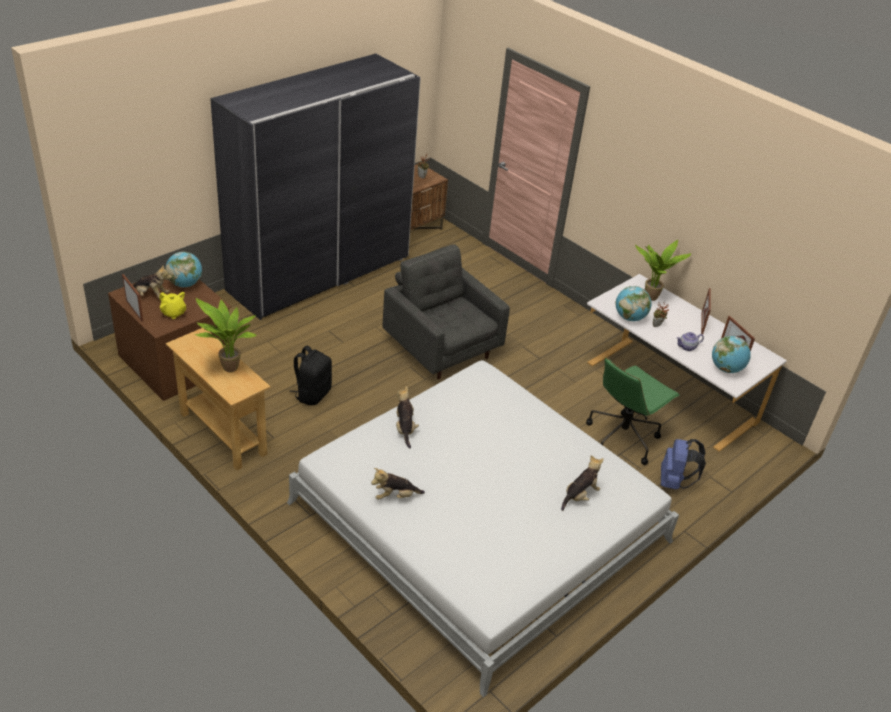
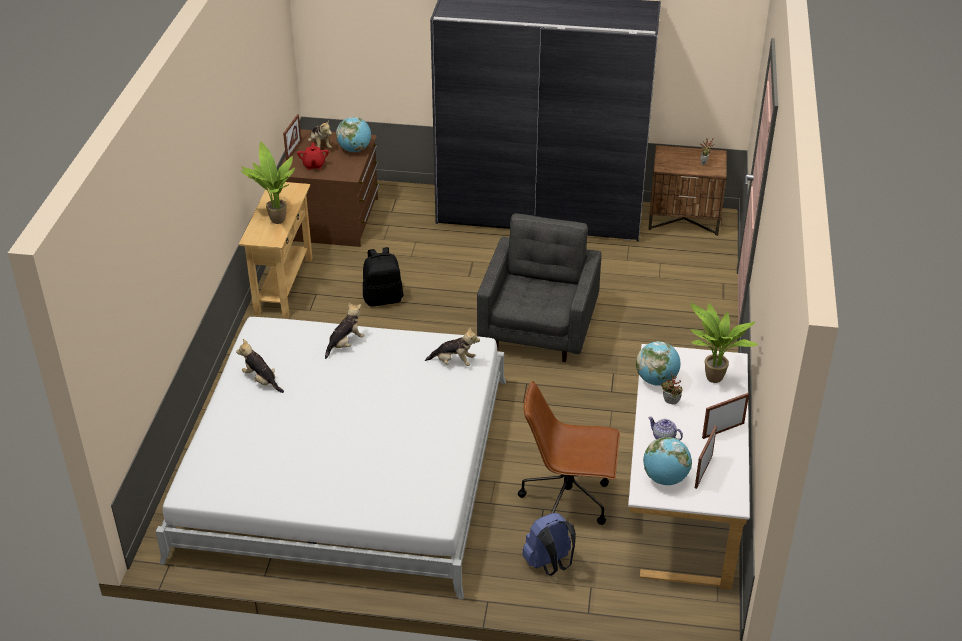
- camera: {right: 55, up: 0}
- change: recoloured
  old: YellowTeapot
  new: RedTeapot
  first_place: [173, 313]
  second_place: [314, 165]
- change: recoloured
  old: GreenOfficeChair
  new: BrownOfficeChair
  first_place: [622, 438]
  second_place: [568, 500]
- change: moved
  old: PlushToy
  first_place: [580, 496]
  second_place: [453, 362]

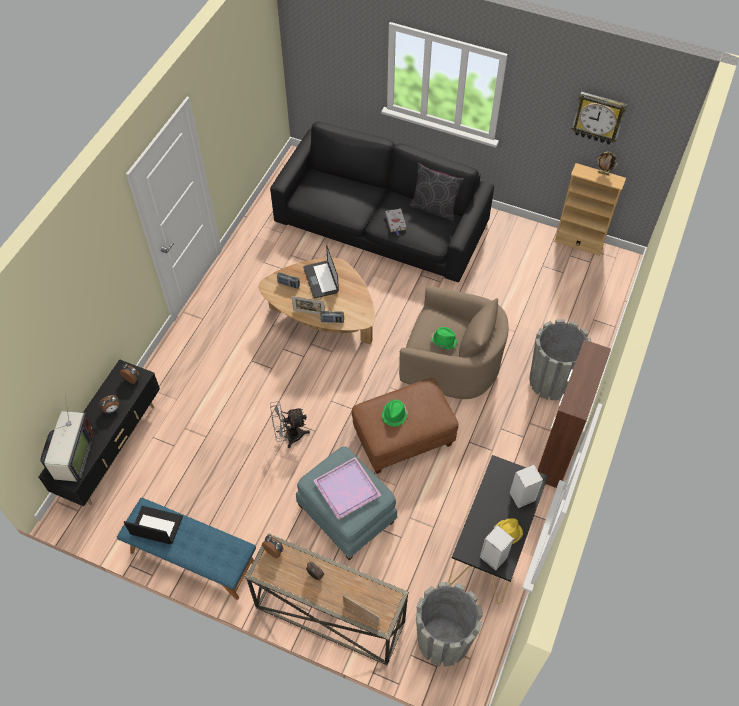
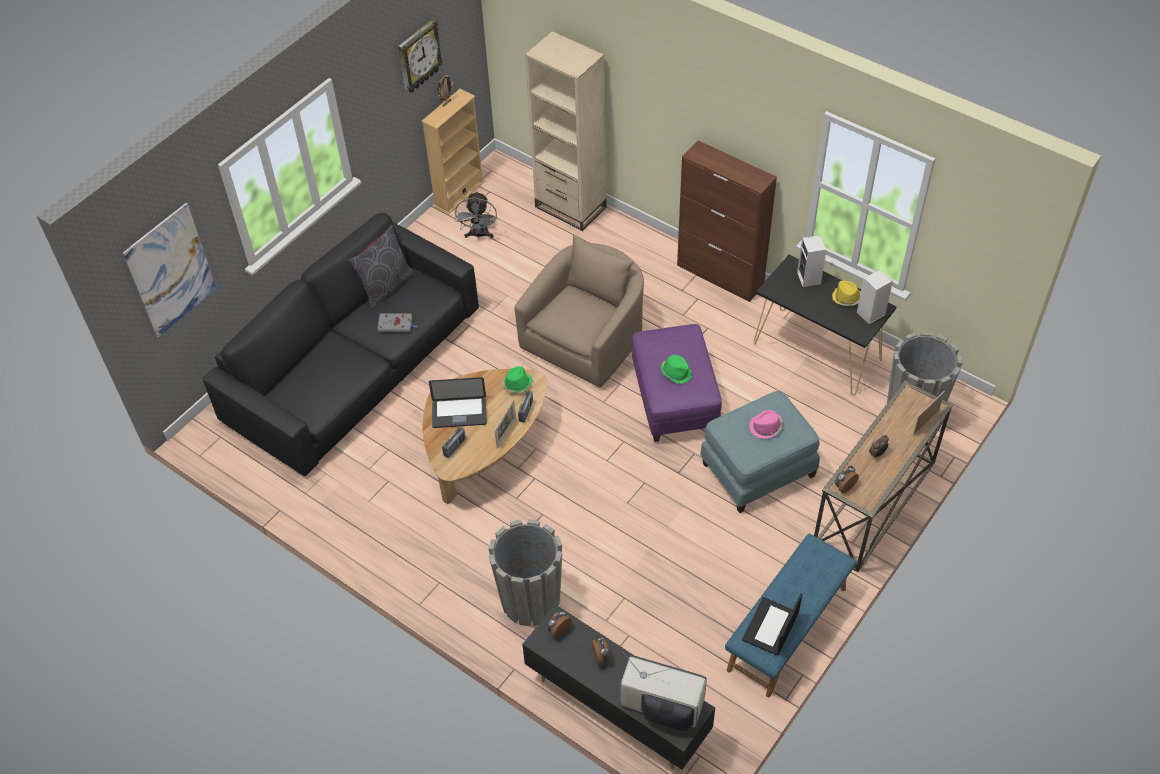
- camera: {right: -75, up: -5}
- change: moved
  old: GreyPlanter
  first_place: [551, 381]
  second_place: [530, 600]
- change: moved
  old: GreenHat
  first_place: [444, 340]
  second_place: [517, 384]
- change: recoloured
  old: BrownOttoman
  new: PurpleOttoman
  first_place: [403, 437]
  second_place: [673, 400]
- change: moved
  old: GreyFan
  first_place: [289, 436]
  second_place: [479, 235]
- change: replaced
  old: PurpleTray
  new: PinkHat
  first_place: [346, 490]
  second_place: [765, 427]
- change: added
  new: BeigeBookcase
  second_place: [570, 207]
- change: added
  new: Picture
  second_place: [171, 270]

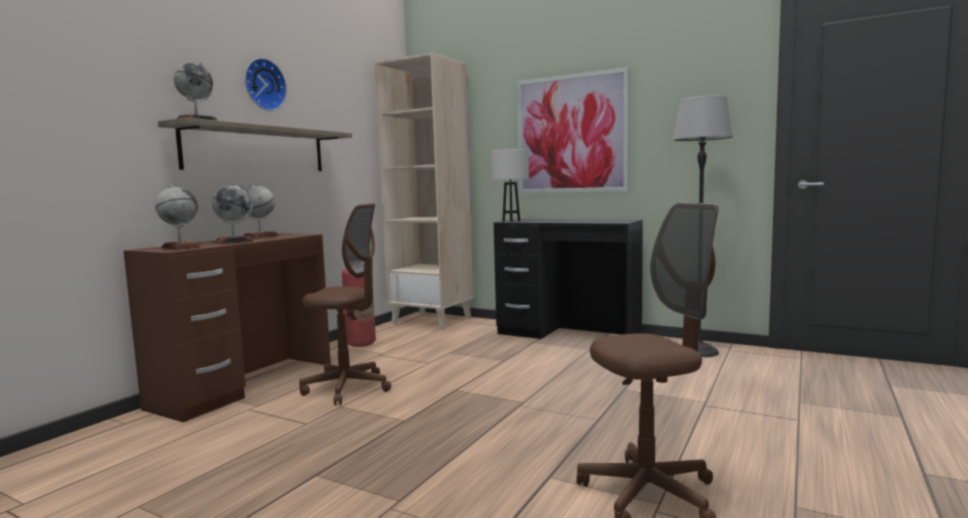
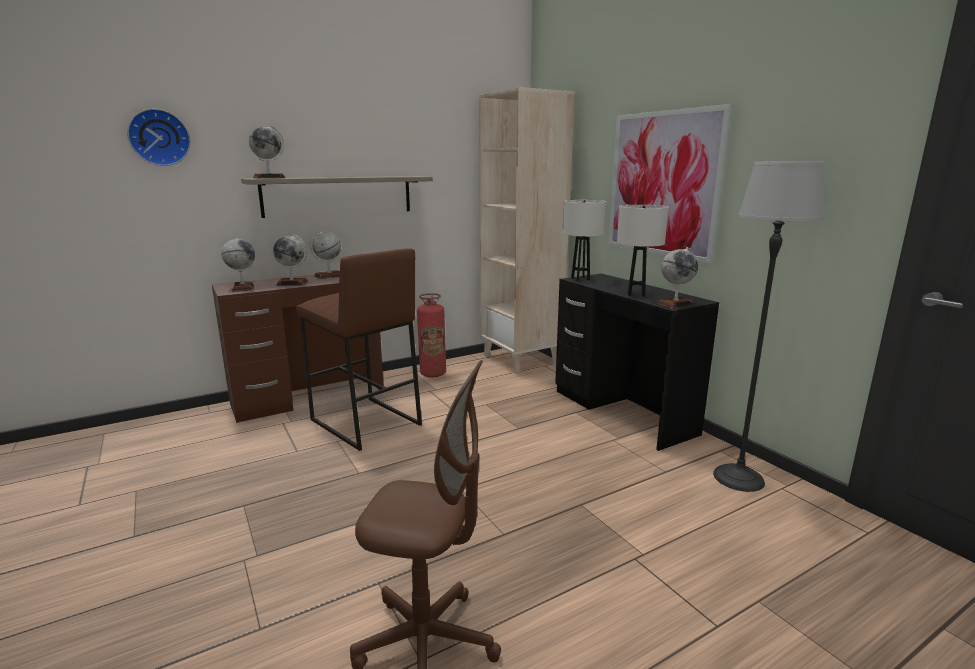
- camera: {right: 30, up: 10}
- change: moved
  old: WallClock
  first_place: [263, 85]
  second_place: [159, 137]
- change: replaced
  old: BrownOfficeChair
  new: BrownStool
  first_place: [347, 388]
  second_place: [364, 422]
- change: added
  new: WhiteTableLamp
  second_place: [636, 294]
- change: added
  new: Globe
  second_place: [675, 304]

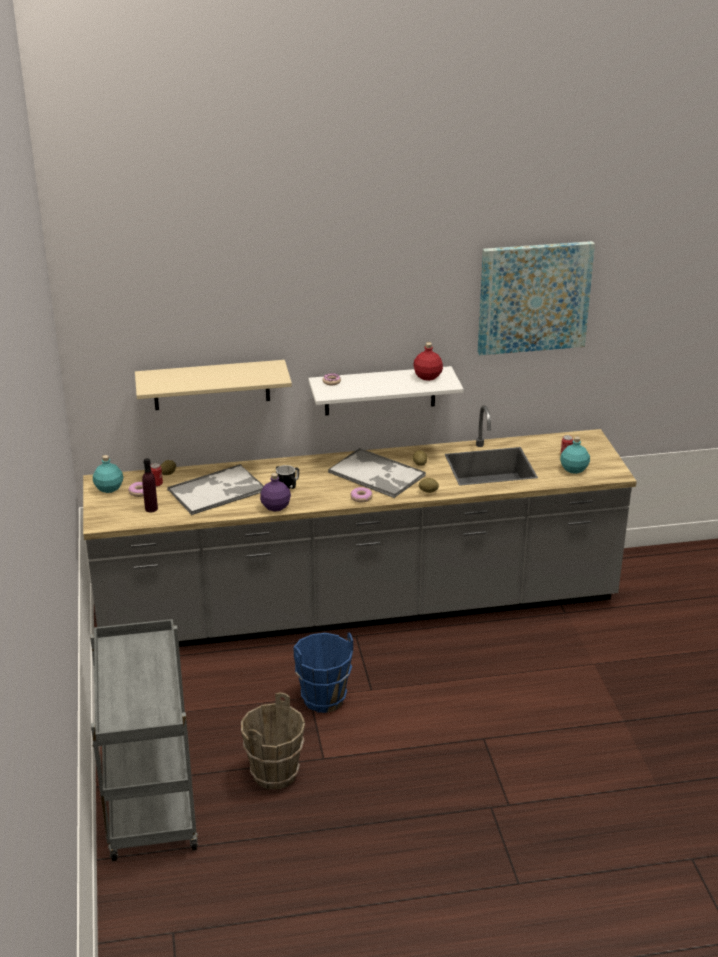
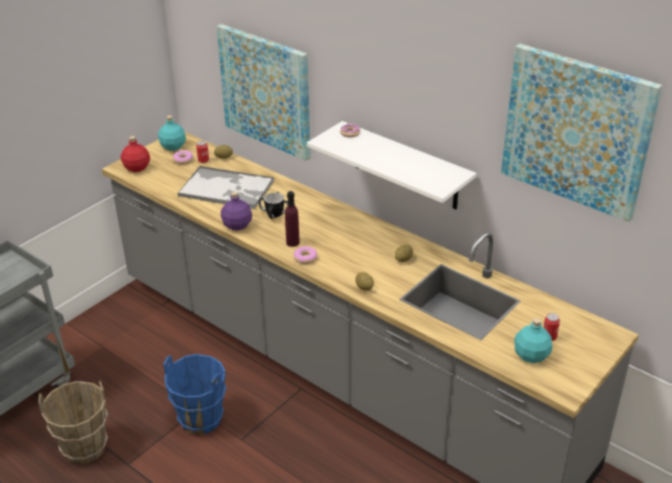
- camera: {right: 50, up: 5}
- change: moved
  old: RedBottle
  first_place: [428, 377]
  second_place: [136, 168]
- change: replaced
  old: BeigeShelf
  new: Picture
  first_place: [211, 385]
  second_place: [266, 91]
- change: removed
  old: Tray
  first_place: [377, 474]
- change: moved
  old: PurpleBottle
  first_place: [151, 509]
  second_place: [292, 242]

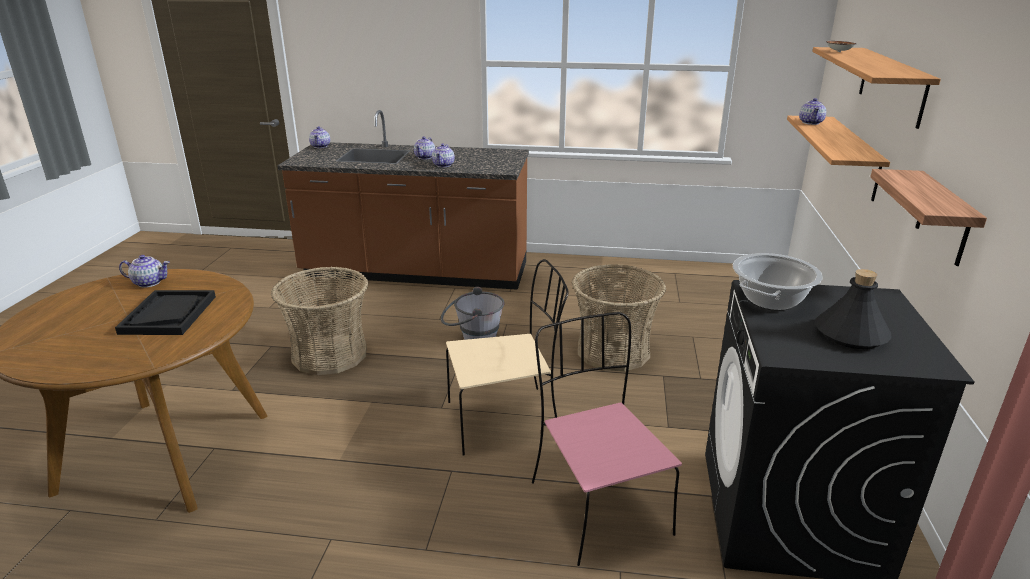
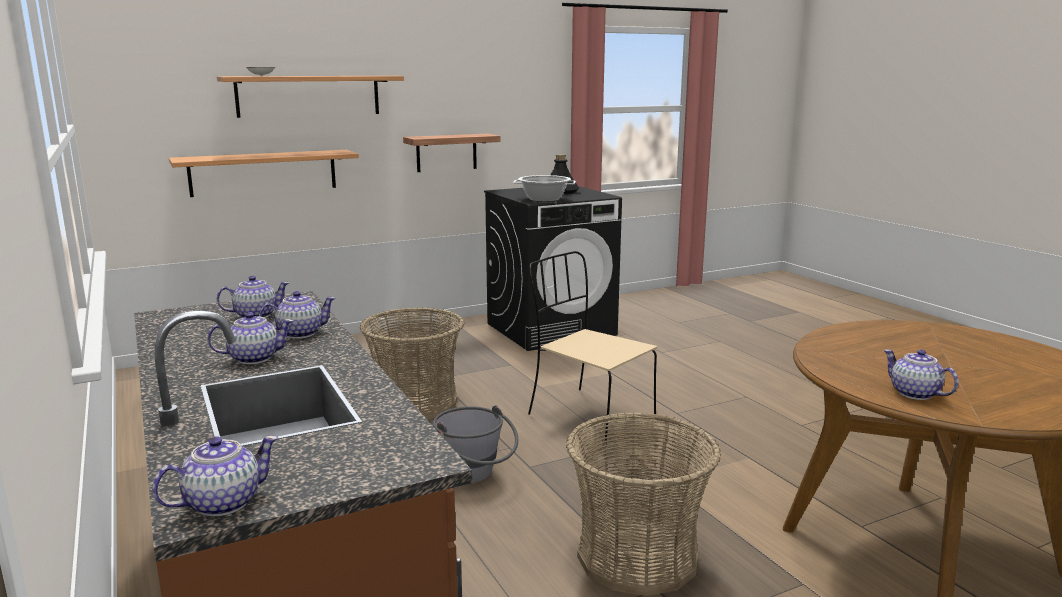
- camera: {right: -125, up: -10}
- change: moved
  old: Teapot
  first_place: [811, 122]
  second_place: [255, 315]
- change: removed
  old: BlackTray
  first_place: [168, 314]
- change: removed
  old: PinkChair
  first_place: [597, 505]

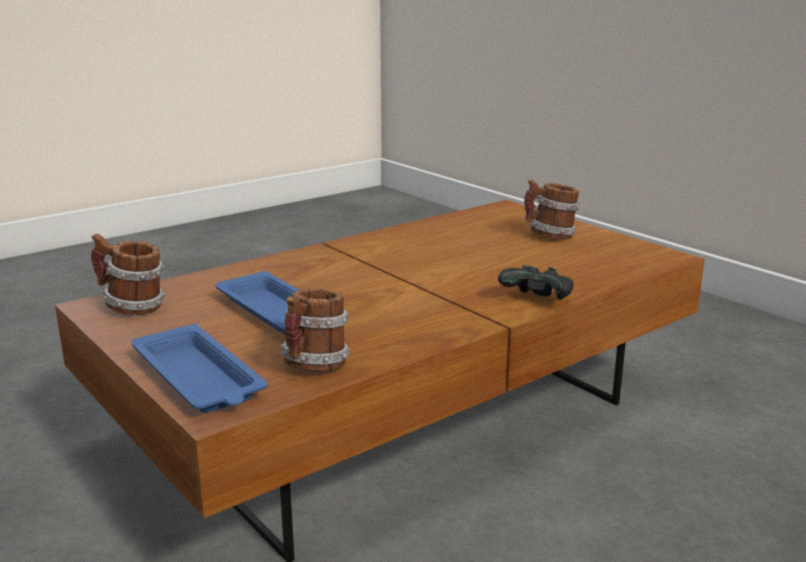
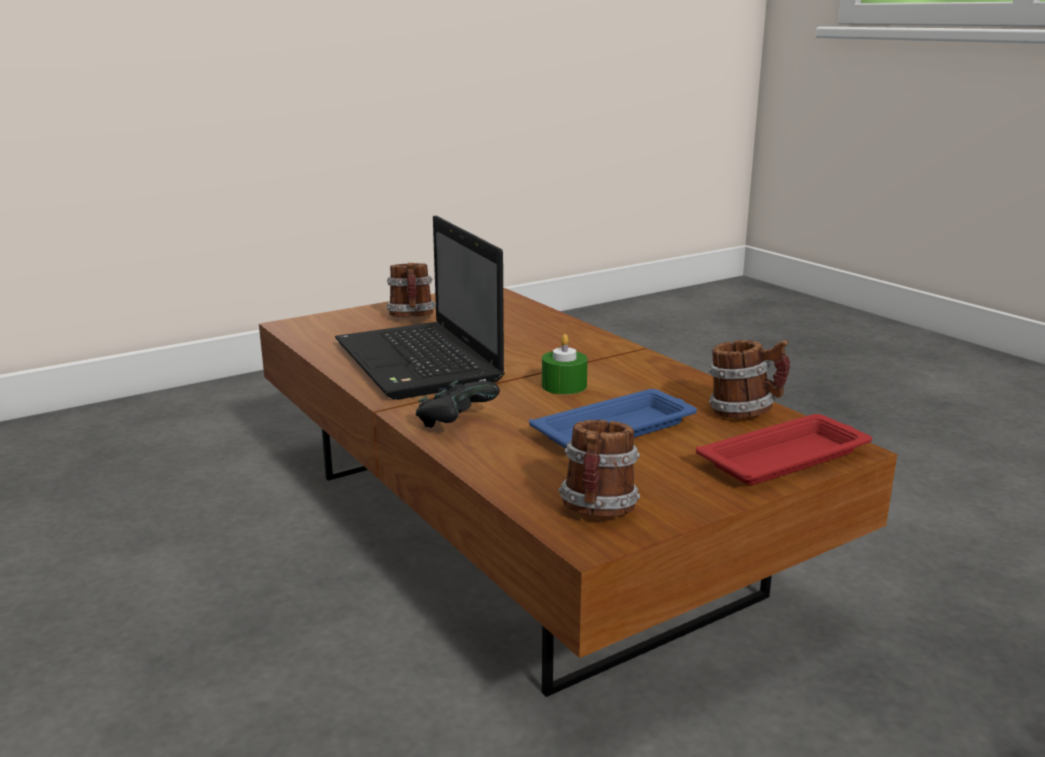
- camera: {right: -85, up: 0}
- change: moved
  old: BlackGameController
  first_place: [538, 300]
  second_place: [455, 423]
- change: recoloured
  old: BlueTray
  new: RedTray
  first_place: [199, 379]
  second_place: [786, 458]
- change: added
  new: Laptop
  second_place: [420, 363]
- change: added
  new: GreenCandle
  second_place: [564, 386]

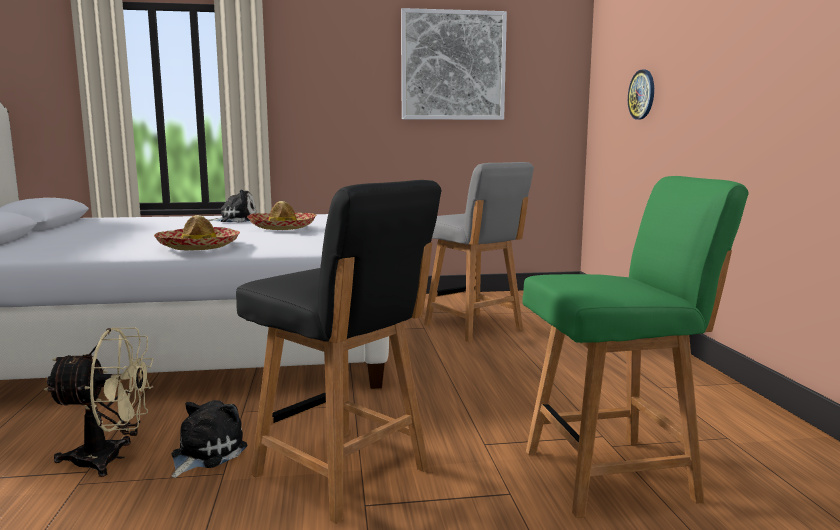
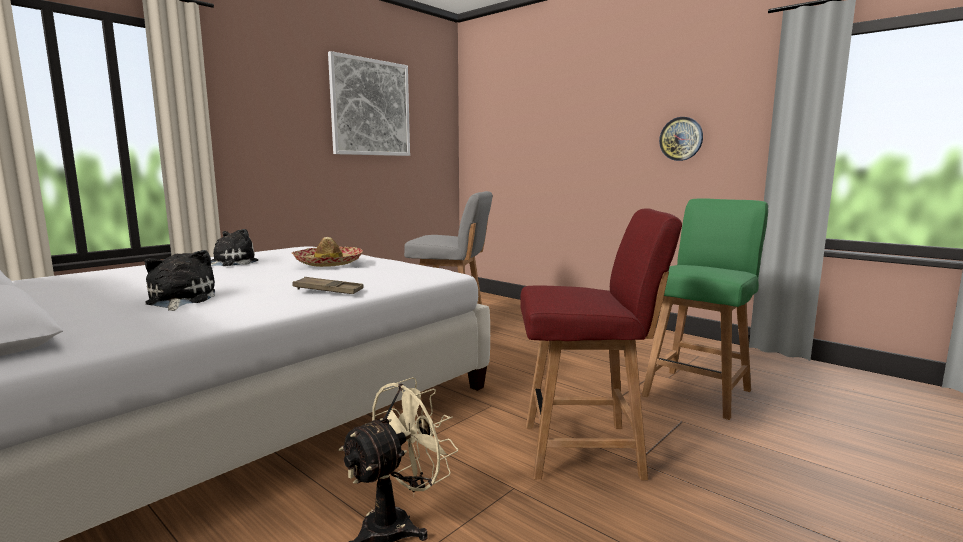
- camera: {right: -40, up: 0}
- change: moved
  old: WallClock
  first_place: [642, 94]
  second_place: [681, 139]
- change: recoloured
  old: BlackChair
  new: RedChair
  first_place: [343, 473]
  second_place: [585, 450]
- change: replaced
  old: Hat
  new: BrownTray
  first_place: [198, 247]
  second_place: [328, 291]
- change: moved
  old: PlushToy
  first_place: [205, 453]
  second_place: [179, 300]

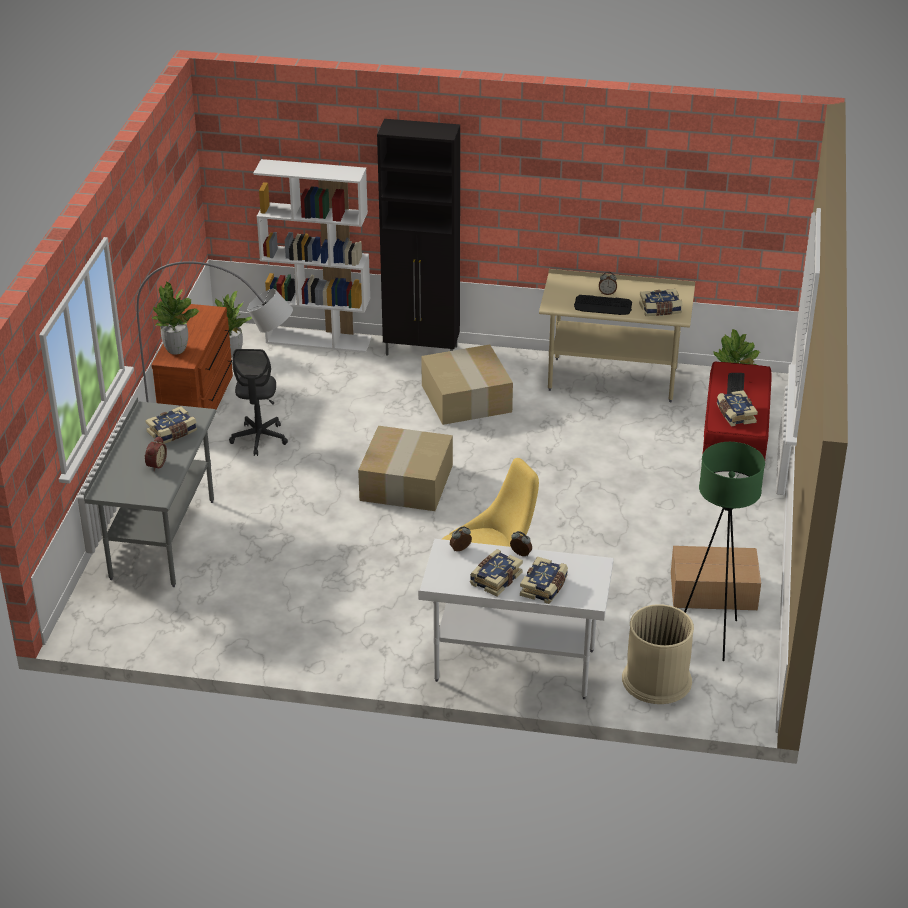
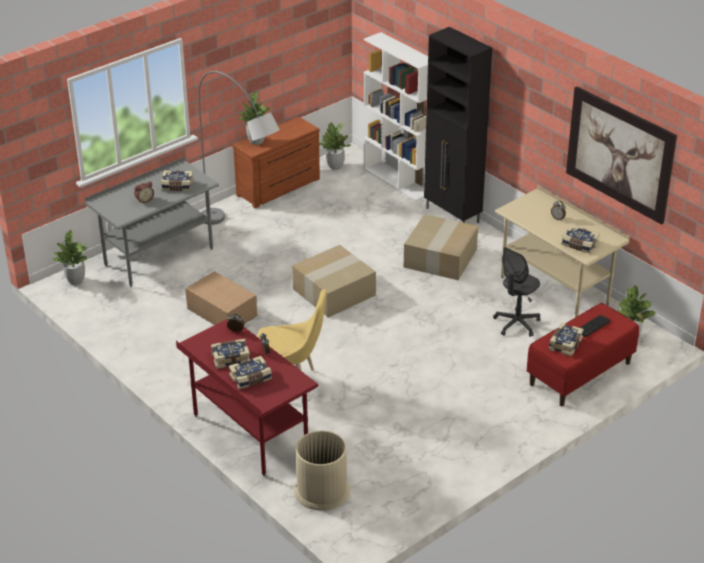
- camera: {right: 40, up: 0}
- change: removed
  old: Keyboard
  first_place: [603, 306]
- change: moved
  old: GreyOfficeChair
  first_place: [259, 439]
  second_place: [516, 324]
- change: removed
  old: GreenFloorLamp
  first_place: [713, 636]
- change: recoloured
  old: WhiteDesk
  new: RedDesk
  first_place: [514, 666]
  second_place: [250, 433]
- change: moved
  old: CardboardBox
  first_place: [712, 590]
  second_place: [221, 311]
- change: added
  new: Picture
  second_place: [620, 154]
- change: added
  new: PottedPlant
  second_place: [76, 281]

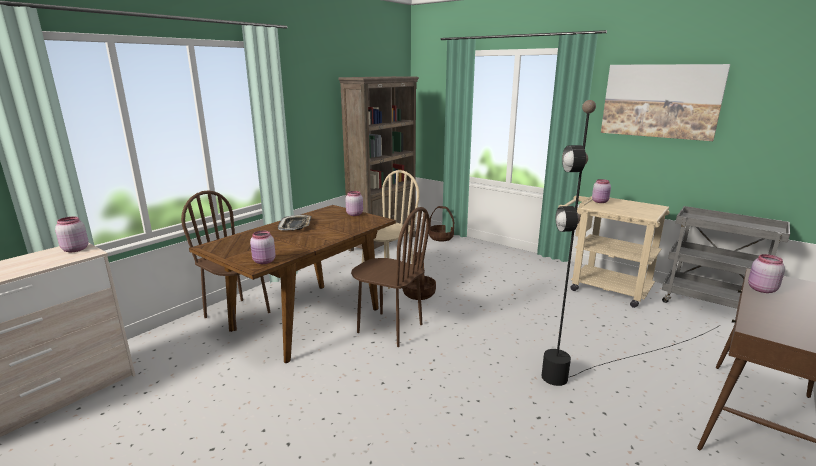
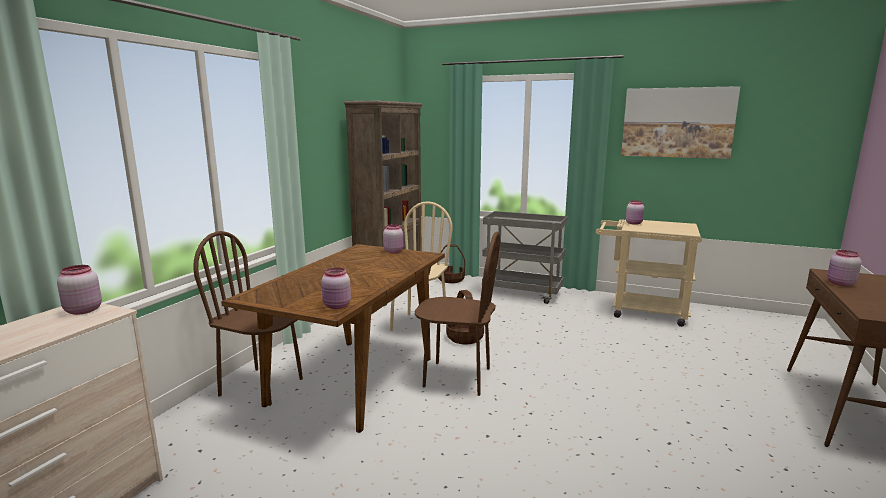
- camera: {right: -15, up: -5}
- change: removed
  old: BlackFloorLamp
  first_place: [609, 362]
- change: moved
  old: GreyCart
  first_place: [711, 305]
  second_place: [523, 293]
- change: removed
  old: Tray
  first_place: [295, 226]

